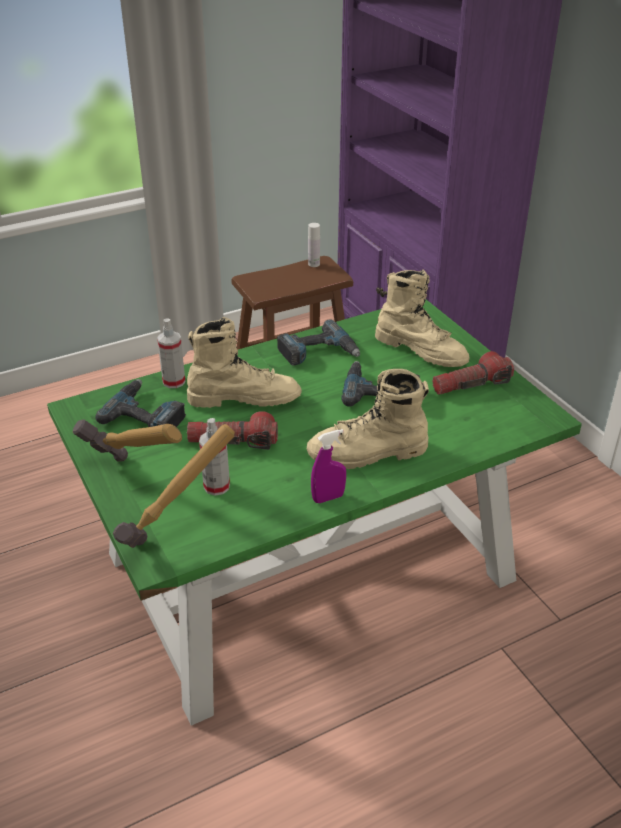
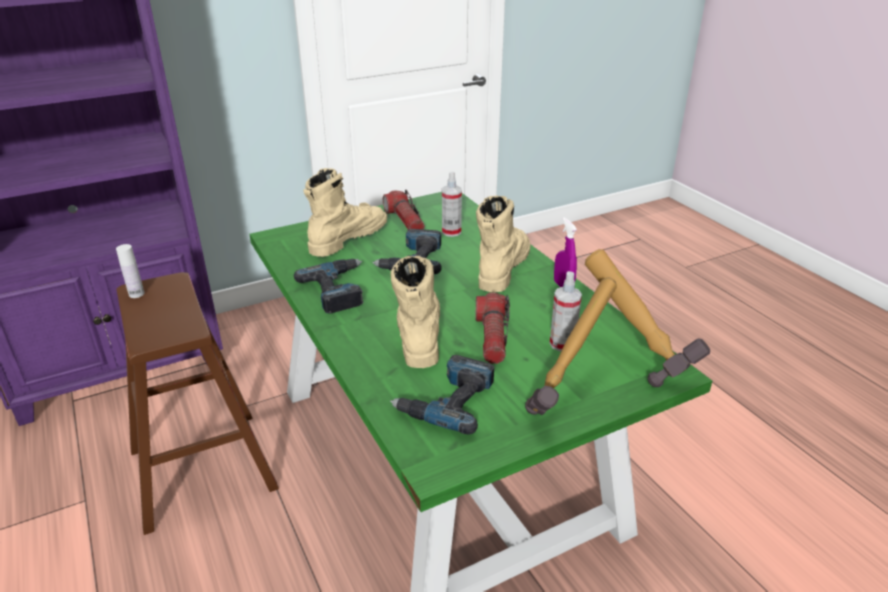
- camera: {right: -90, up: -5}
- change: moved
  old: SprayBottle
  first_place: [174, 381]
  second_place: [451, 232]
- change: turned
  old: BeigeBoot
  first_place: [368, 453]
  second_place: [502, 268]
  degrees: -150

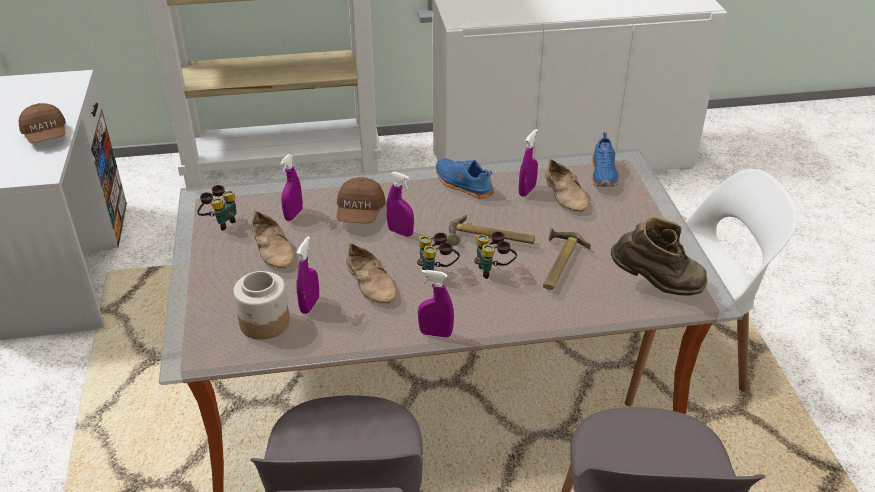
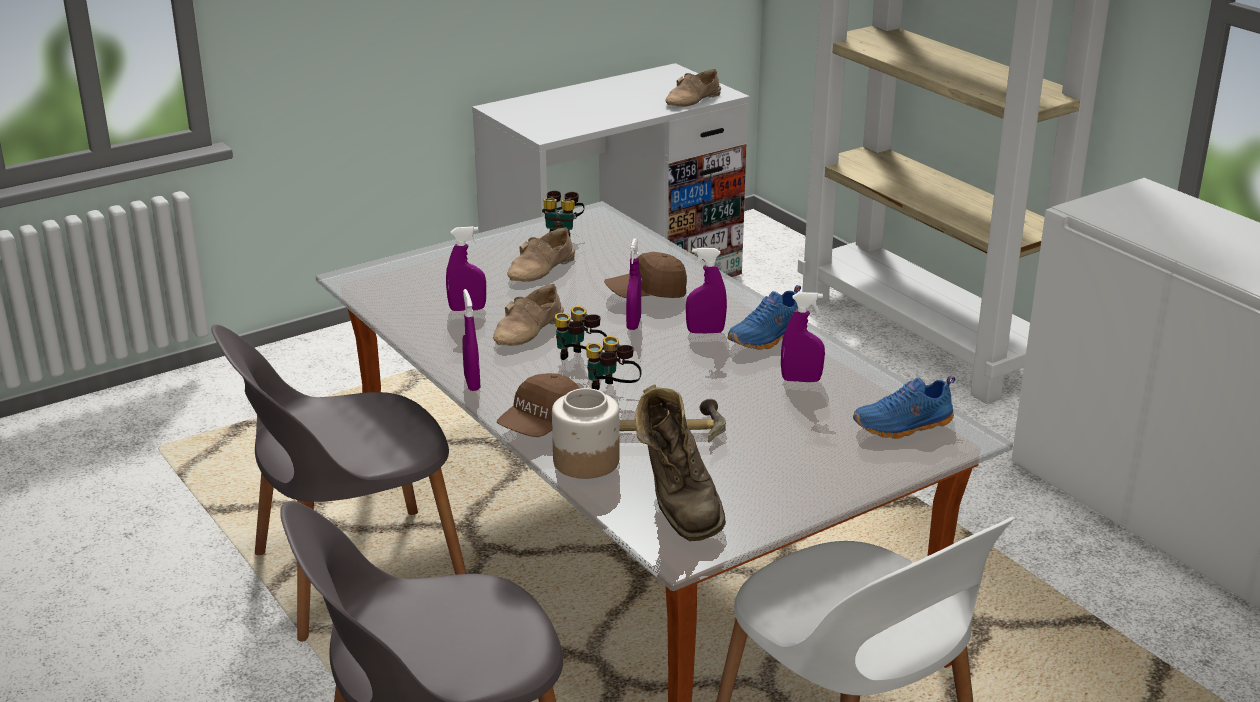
- camera: {right: 65, up: -10}
- change: moved
  old: BrownCap
  first_place: [46, 135]
  second_place: [541, 425]
- change: moved
  old: PurpleSprayBottle
  first_place: [293, 214]
  second_place: [705, 332]
- change: turned
  old: BlueShoe
  first_place: [463, 185]
  second_place: [767, 337]
  degrees: -150
- change: moved
  old: BeigeShoe
  first_place: [566, 194]
  second_place: [694, 99]
- change: removed
  old: Hammer
  first_place: [490, 239]
- change: moved
  old: Jar
  first_place: [265, 323]
  second_place: [585, 461]

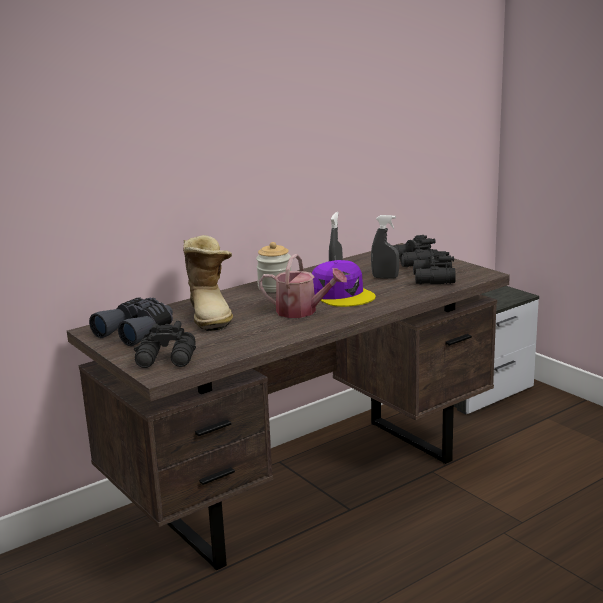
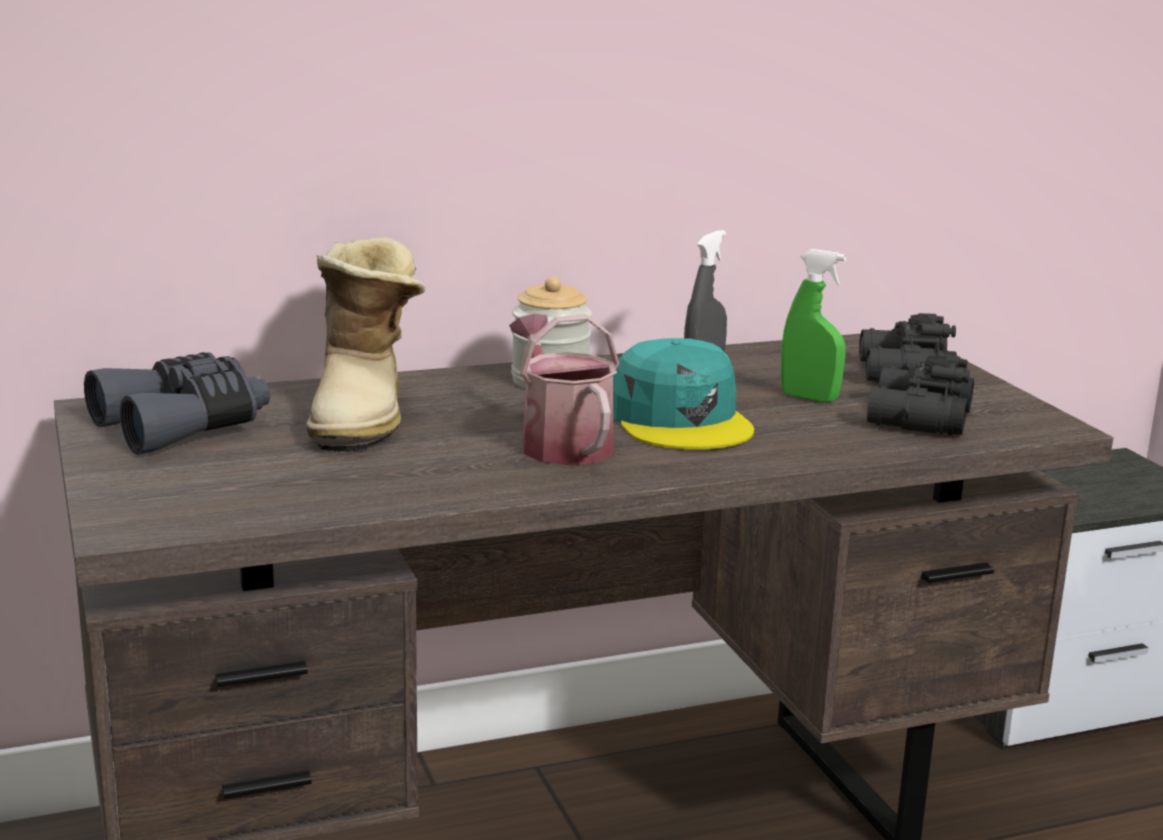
- camera: {right: 15, up: 0}
- change: recoloured
  old: GreySprayBottle
  new: GreenSprayBottle
  first_place: [385, 277]
  second_place: [809, 398]
- change: turned
  old: WateringCan
  first_place: [302, 311]
  second_place: [561, 442]
  degrees: -150
- change: recoloured
  old: PurpleCap
  new: TurquoiseCap
  first_place: [341, 295]
  second_place: [680, 420]
- change: removed
  old: BlackBinoculars
  first_place: [167, 359]

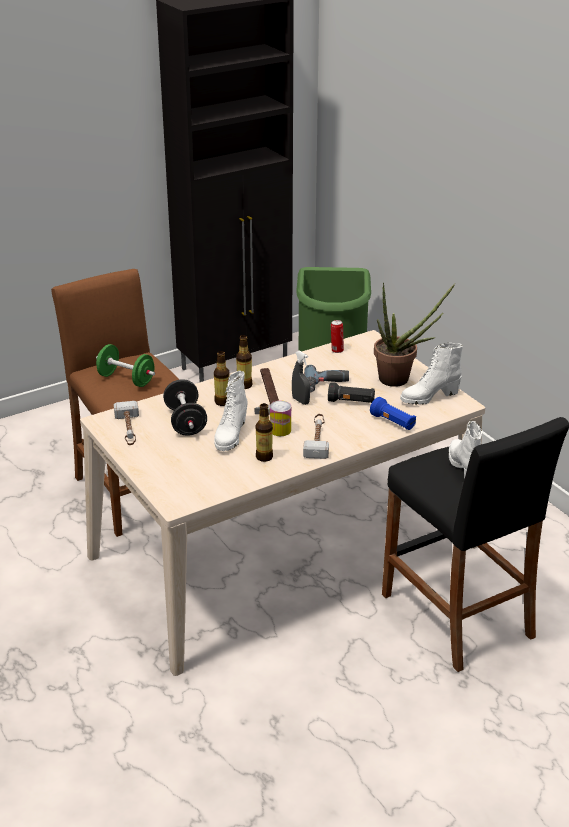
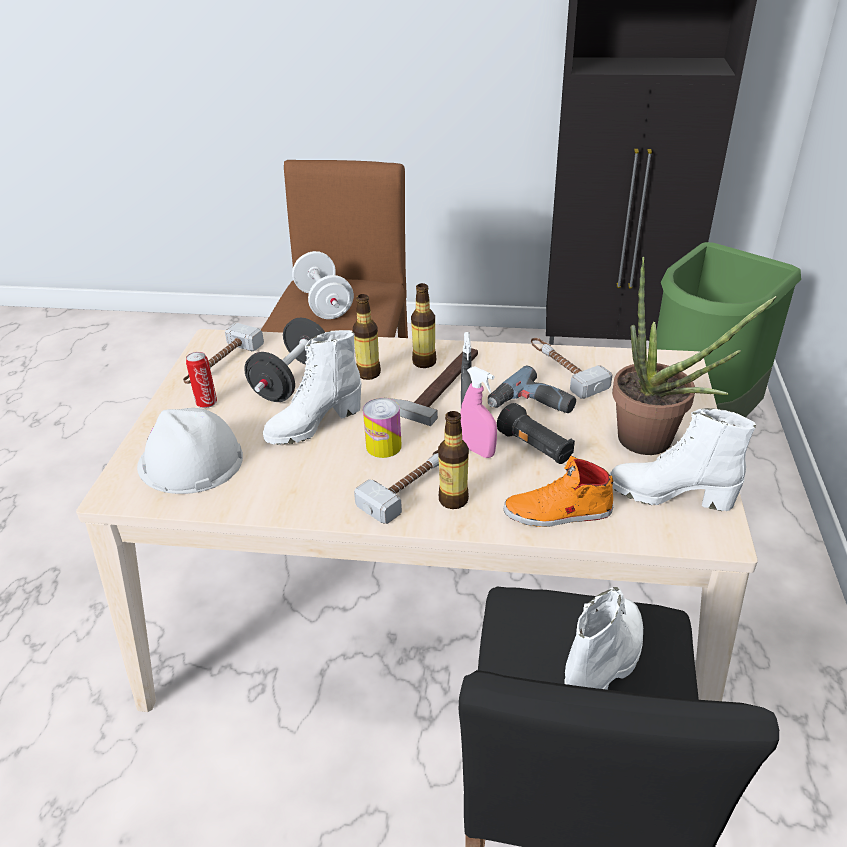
- camera: {right: 40, up: 5}
- change: moved
  old: Can
  first_place: [336, 350]
  second_place: [206, 402]
- change: recoloured
  old: GreenDumbbell
  new: WhiteDumbbell
  first_place: [126, 379]
  second_place: [324, 304]
- change: replaced
  old: BlueFlashlight
  new: OrangeShoe
  first_place: [393, 422]
  second_place: [558, 513]
- change: moved
  old: Bottle
  first_place: [264, 457]
  second_place: [453, 500]
- change: added
  new: Hammer
  second_place: [563, 370]
- change: added
  new: PinkSprayBottle
  second_place: [478, 450]
- change: added
  new: WhiteHardHat
  second_place: [190, 461]

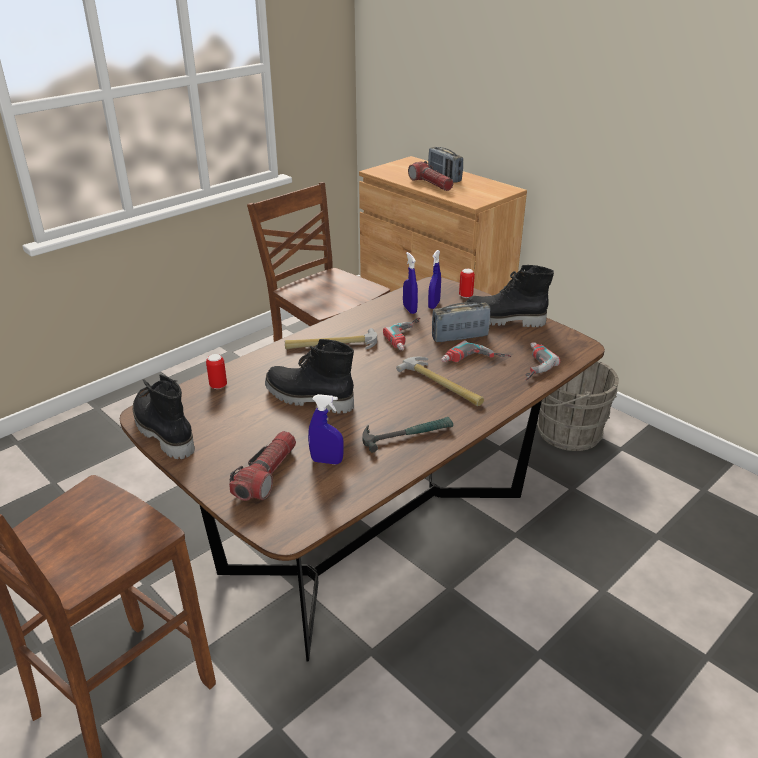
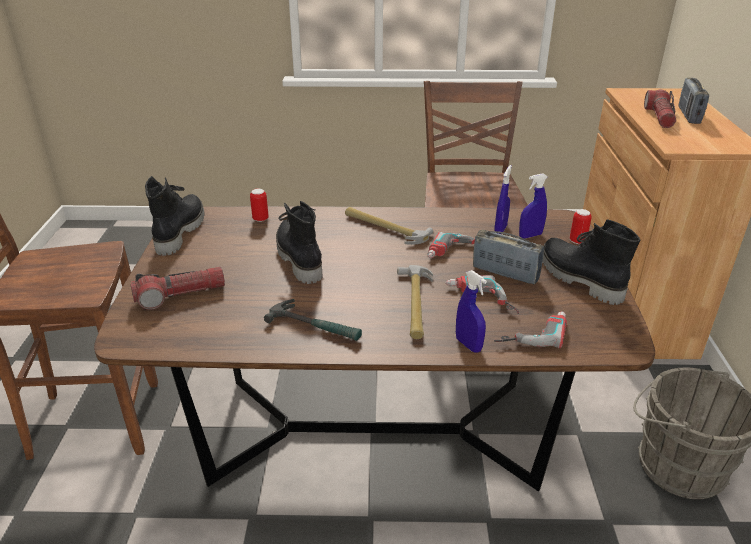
- camera: {right: 45, up: 0}
- change: moved
  old: BlueSprayBottle
  first_place: [326, 461]
  second_place: [468, 345]

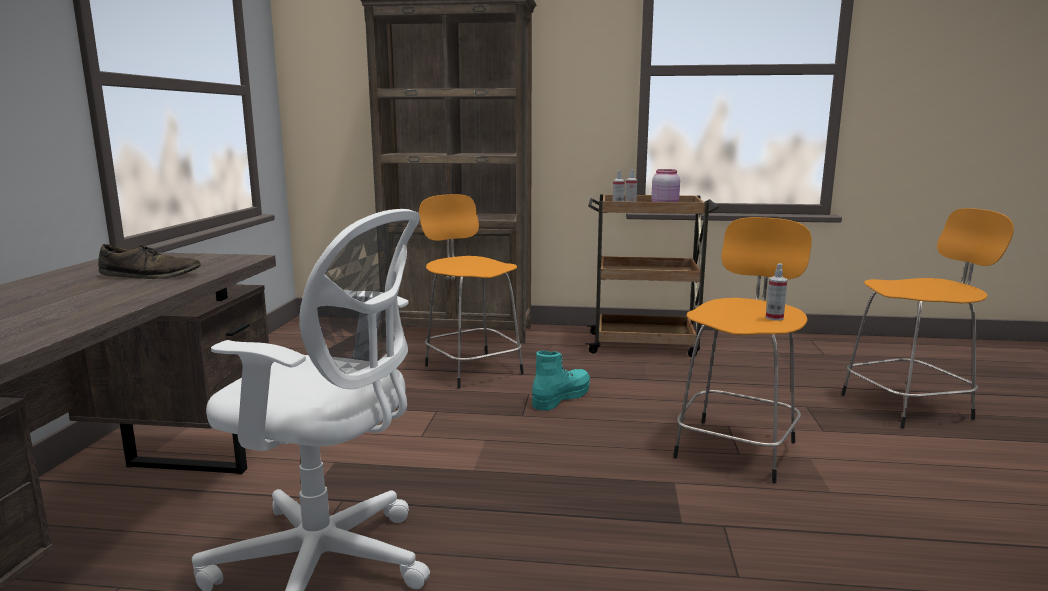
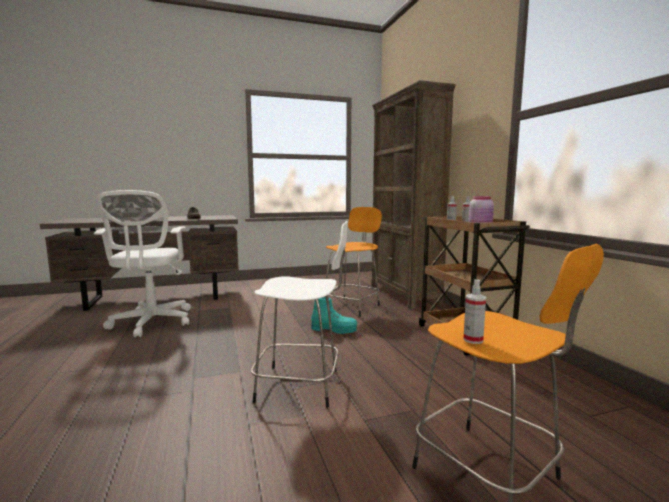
- camera: {right: 65, up: -5}
- change: recoloured
  old: OrangeStool
  new: WhiteStool
  first_place: [737, 448]
  second_place: [301, 386]
- change: moved
  old: SprayBottle
  first_place: [774, 318]
  second_place: [473, 340]

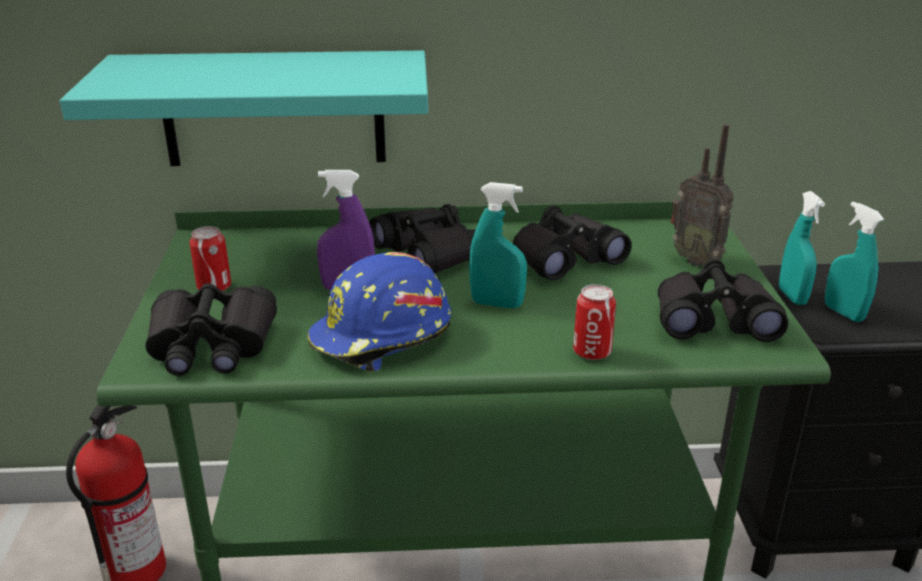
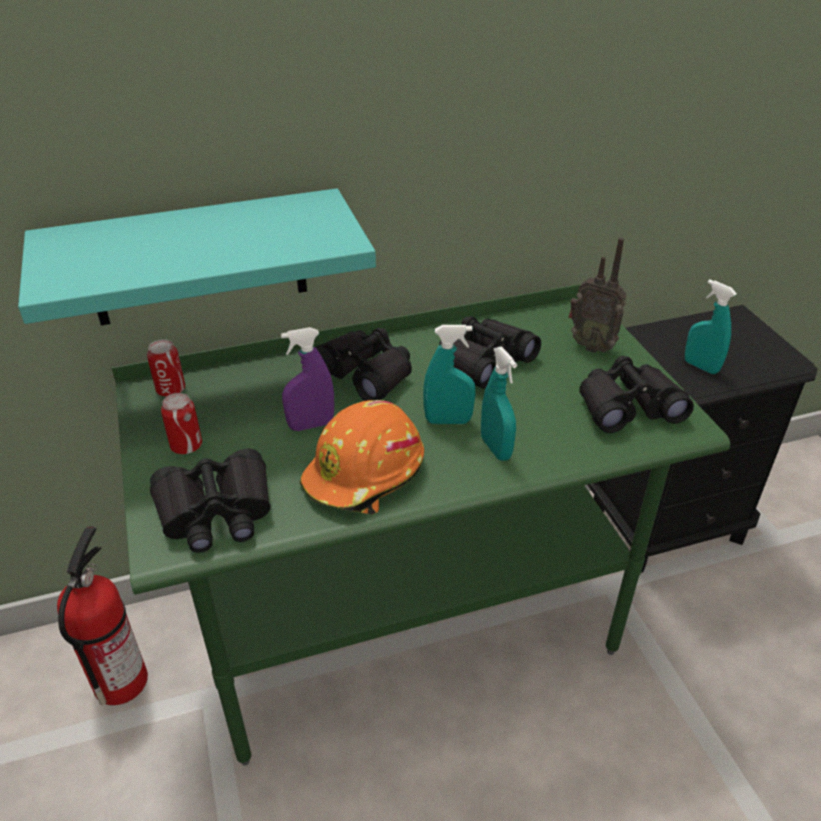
- camera: {right: -15, up: 10}
- change: moved
  old: TurquoiseSprayBottle
  first_place: [792, 296]
  second_place: [496, 448]
- change: recoloured
  old: BlueHardHat
  new: OrangeHardHat
  first_place: [382, 337]
  second_place: [365, 475]
- change: moved
  old: Can
  first_place: [592, 352]
  second_place: [171, 390]

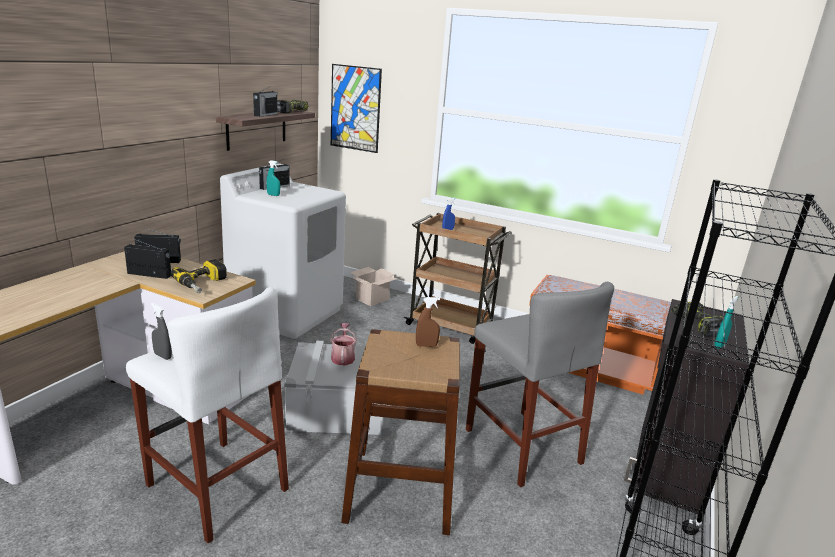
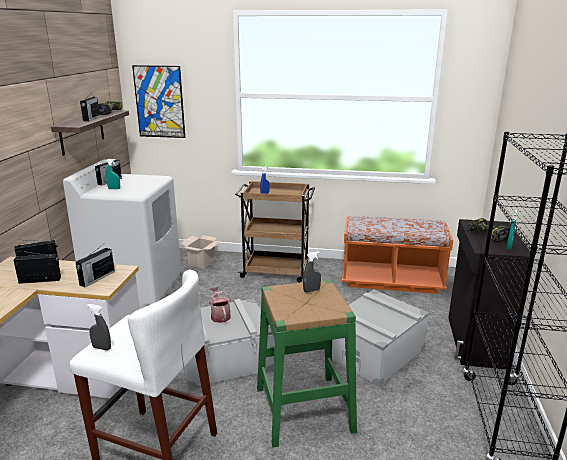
- camera: {right: -15, up: 0}
- change: replaced
  old: PowerDrill
  new: Radio
  first_place: [204, 284]
  second_place: [96, 278]
- change: replaced
  old: GreyStool
  new: GreyStorageBox
  first_place: [522, 446]
  second_place: [374, 352]
- change: recoloured
  old: BrownSprayBottle
  new: GreySprayBottle
  first_place: [426, 345]
  second_place: [311, 291]
- change: recoloured
  old: BrownStool
  new: GreenStool
  first_place: [400, 489]
  second_place: [303, 409]

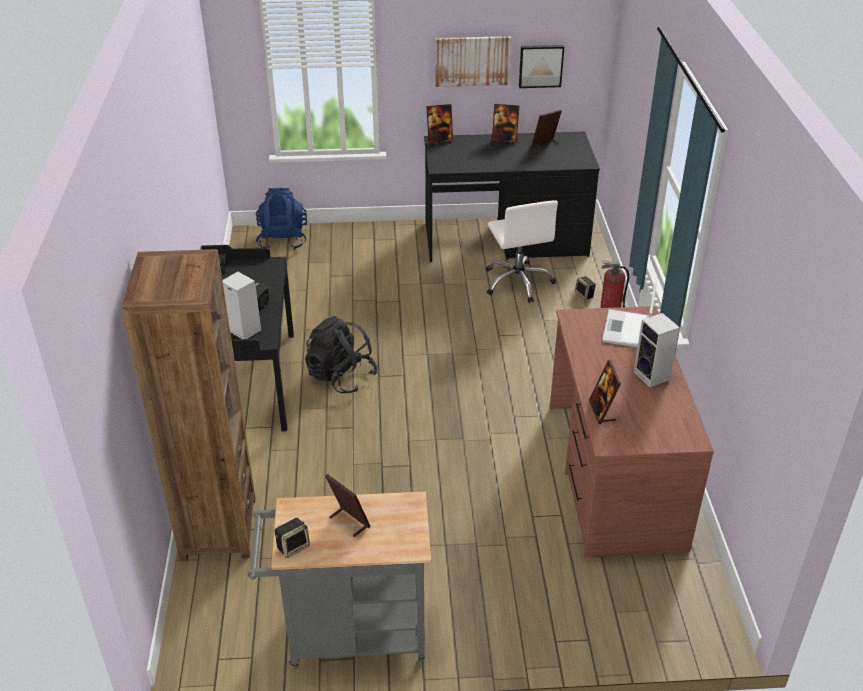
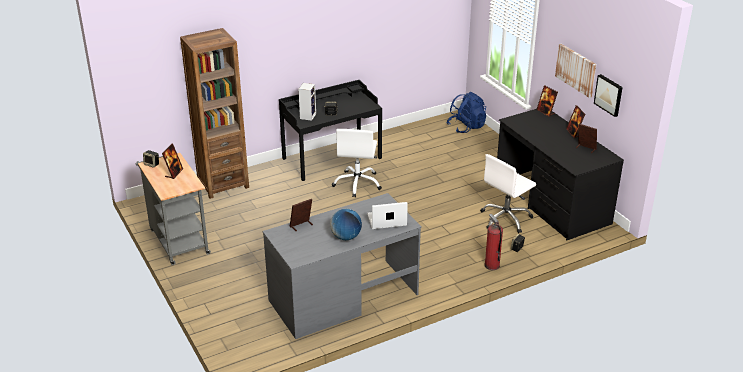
- camera: {right: 65, up: -5}
- change: recoloured
  old: BrownDesk
  new: GreyDesk
  first_place: [613, 474]
  second_place: [343, 297]
- change: replaced
  old: Speaker
  new: Globe
  first_place: [653, 376]
  second_place: [346, 237]
- change: replaced
  old: BlackBackpack
  new: WhiteOfficeChair
  first_place: [341, 377]
  second_place: [357, 183]

